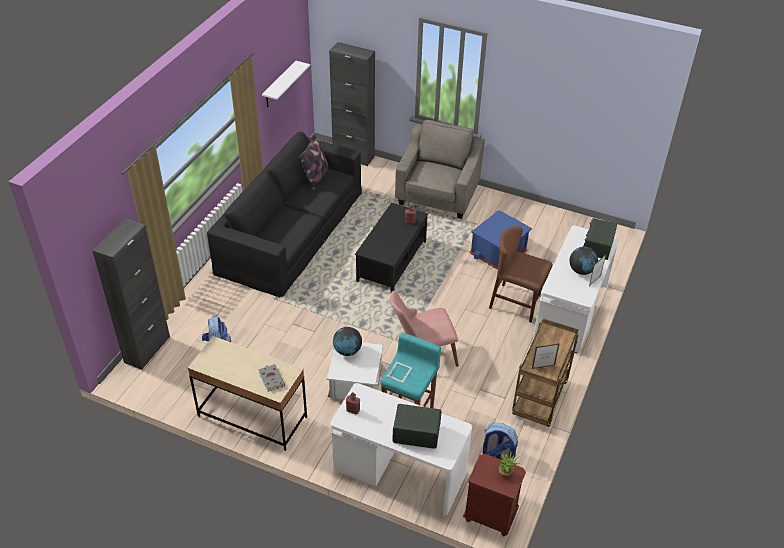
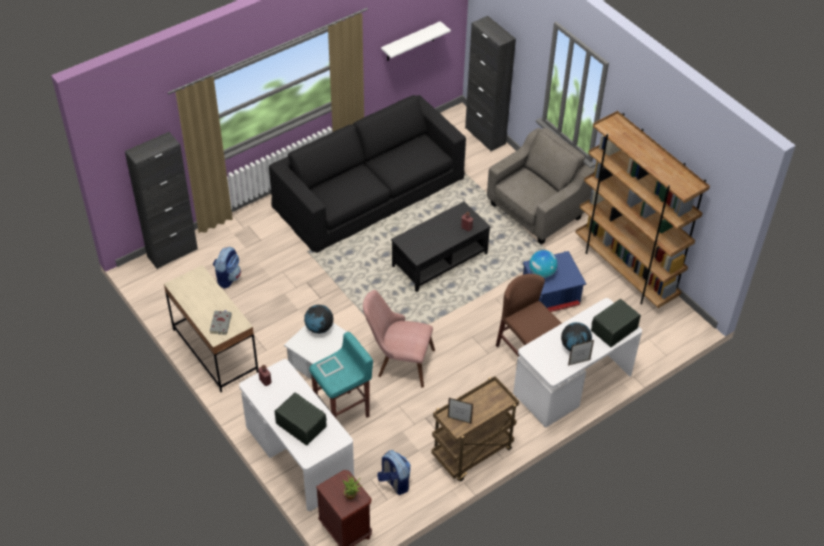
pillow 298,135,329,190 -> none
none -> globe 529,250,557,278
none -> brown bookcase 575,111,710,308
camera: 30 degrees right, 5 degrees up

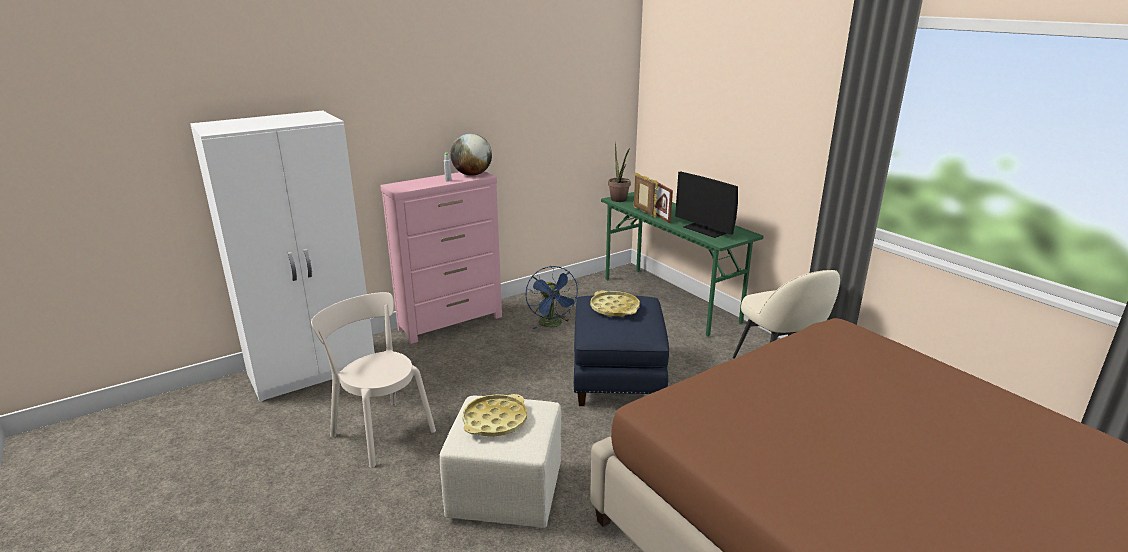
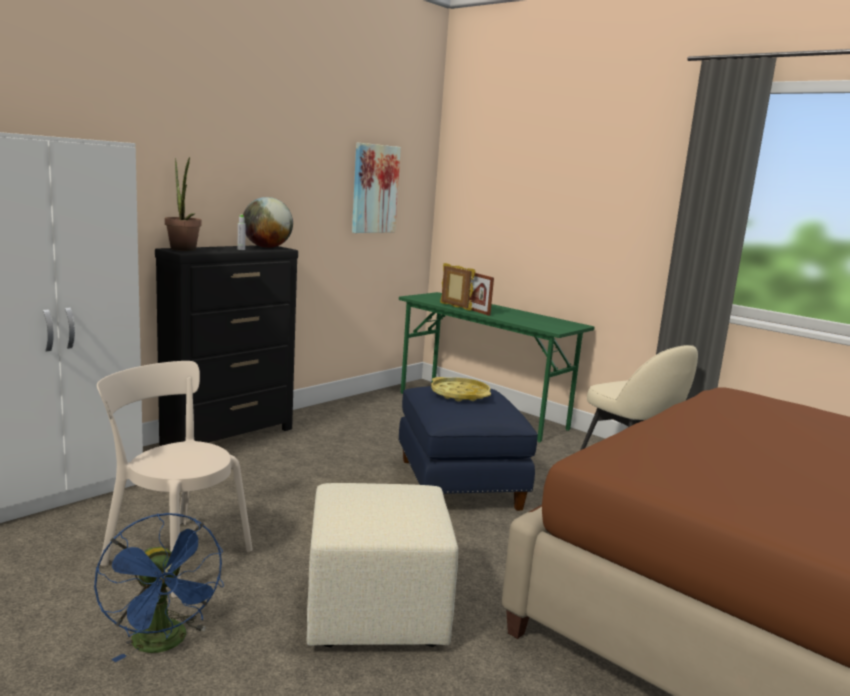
pink dresser 380,171,502,344 -> black dresser 155,245,298,446
yellow tray 462,394,527,437 -> none
blue fan 525,266,579,329 -> blue fan 94,513,224,662, relocated
potted plant 608,141,631,202 -> potted plant 165,157,201,251, relocated
monitor 675,171,738,238 -> none
none -> picture 352,143,401,233
camera: 15 degrees left, 10 degrees down

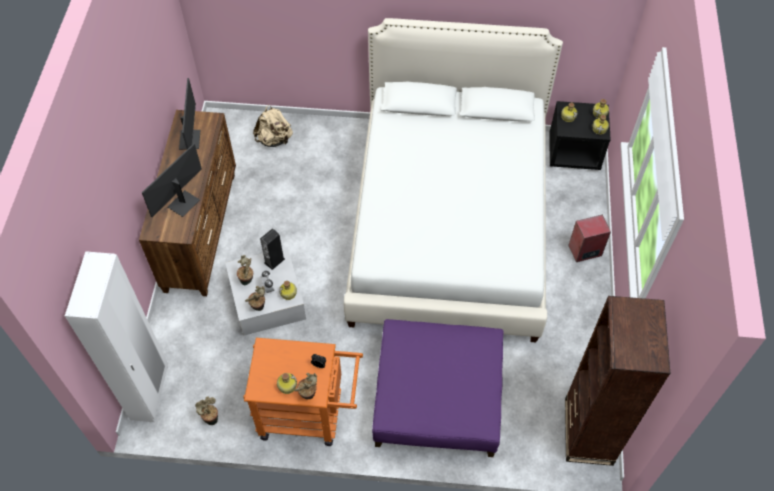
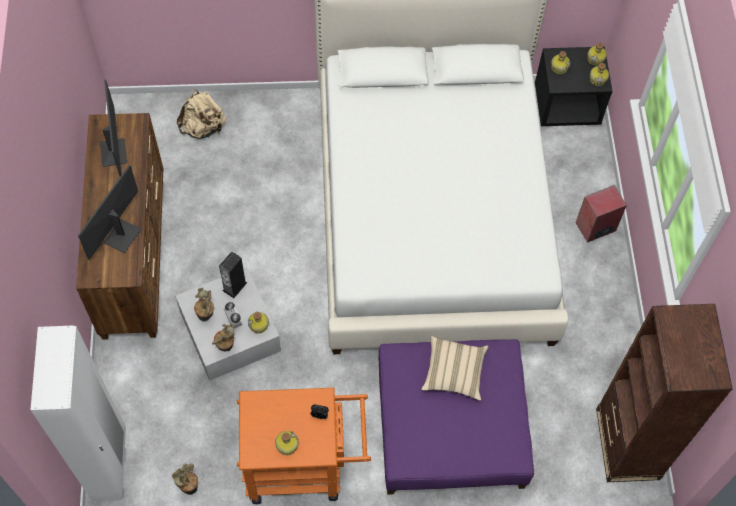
potted plant 294,373,317,399 -> none
none -> beige pillow 421,336,488,401
camera: 10 degrees left, 5 degrees up

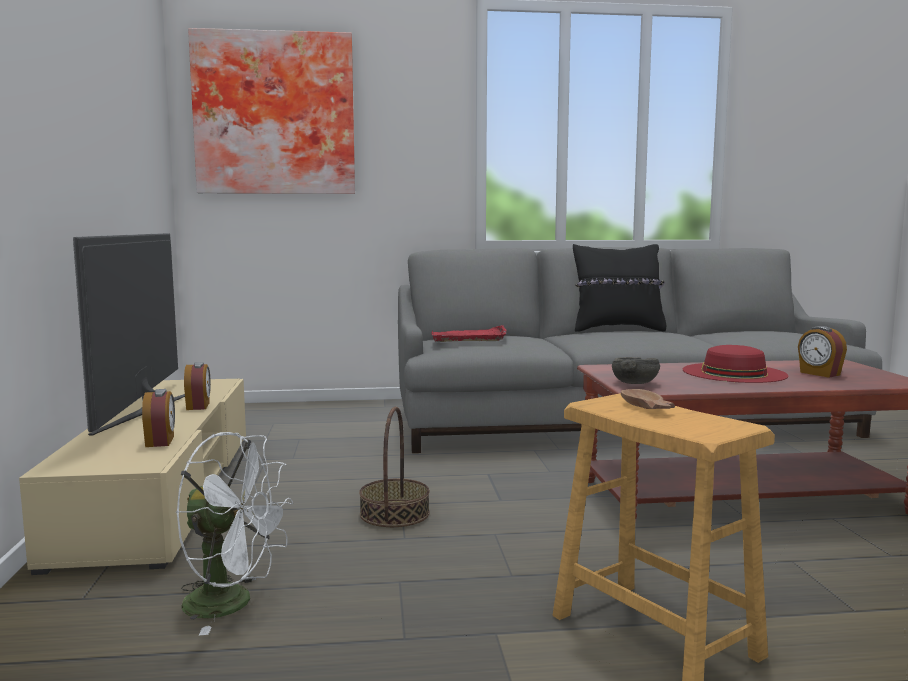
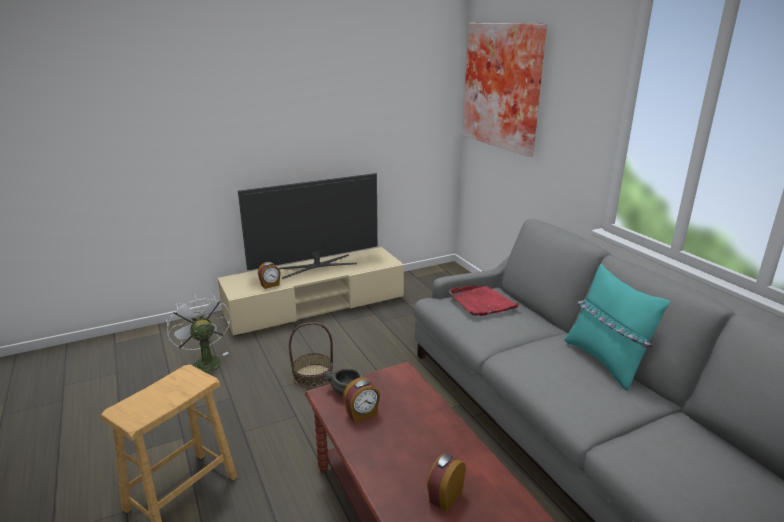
white fan 176,432,293,635 -> white fan 165,294,231,373, 150 degrees clockwise
alarm clock 184,362,211,410 -> alarm clock 343,377,380,423, relocated
black pillow 573,244,666,332 -> turquoise pillow 564,263,670,391
brown bowl 621,389,675,409 -> none
red hat 683,345,788,383 -> none
camera: 70 degrees right, 15 degrees up

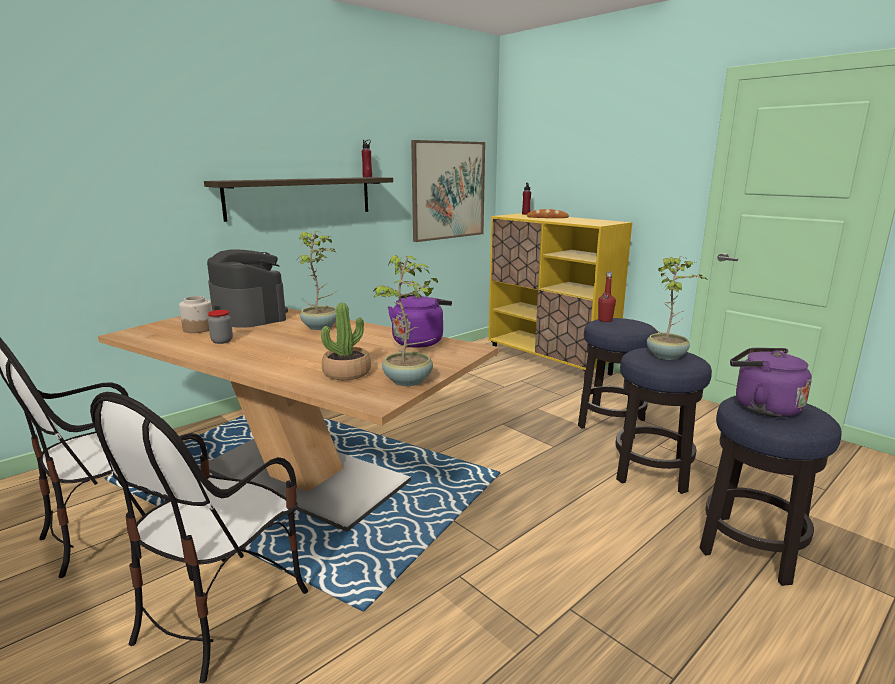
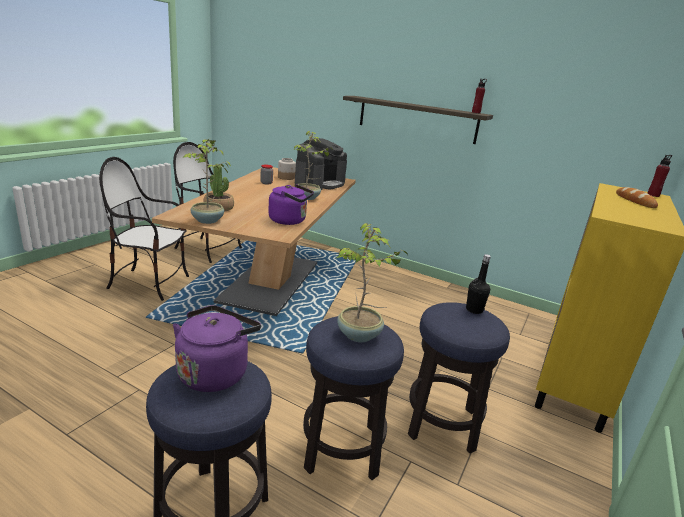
picture 411,140,485,242 -> none
red bottle 598,272,616,322 -> black bottle 466,254,491,314
camera: 70 degrees right, 5 degrees up

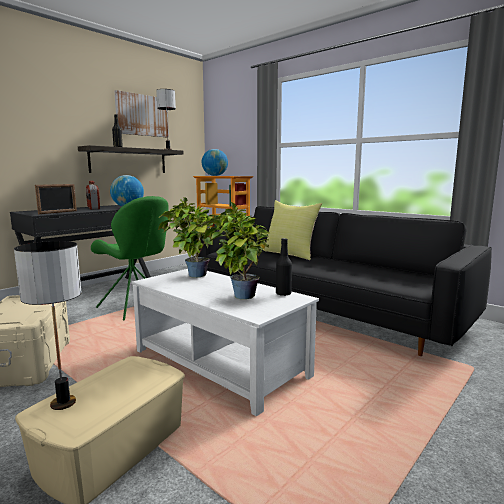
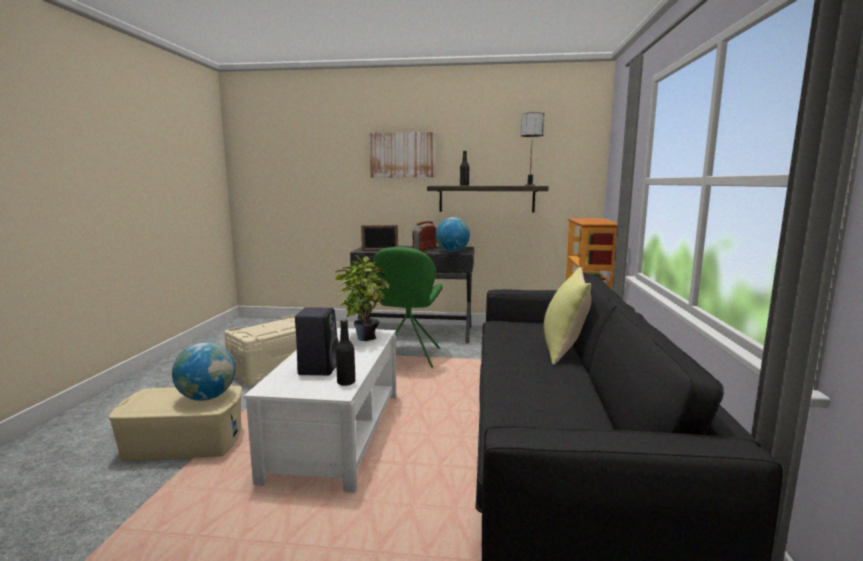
table lamp 14,241,82,410 -> none
picture 114,90,169,137 -> picture 369,132,436,178, relocated
potted plant 200,202,270,299 -> black speaker 295,307,339,375
globe 202,149,228,176 -> globe 172,342,235,401, relocated
camera: 55 degrees right, 0 degrees up

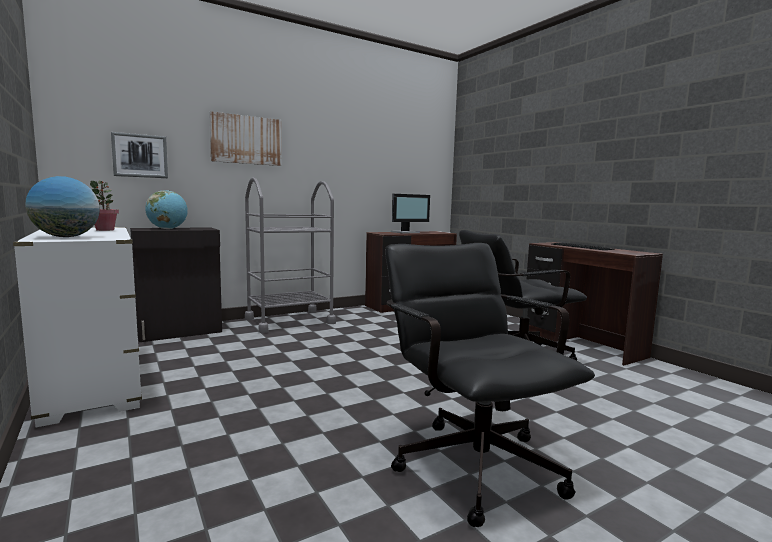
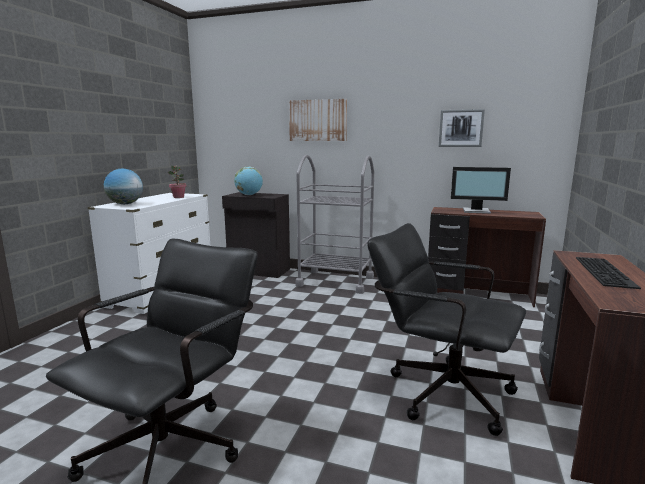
picture 111,132,168,178 -> picture 439,109,485,147, relocated
camera: 50 degrees right, 5 degrees up

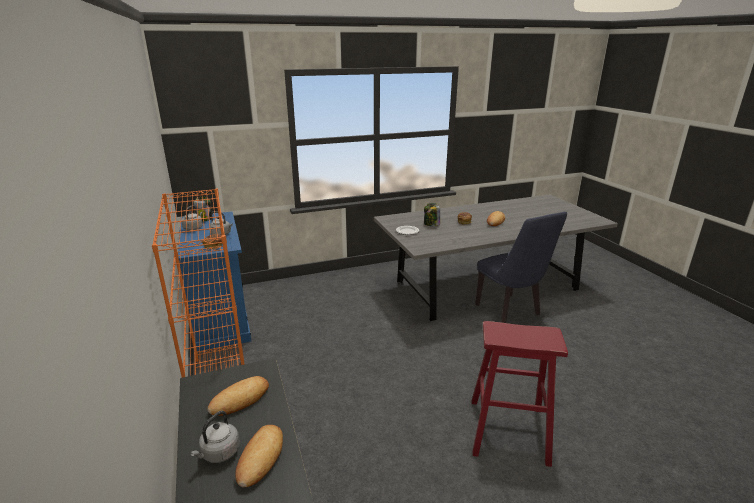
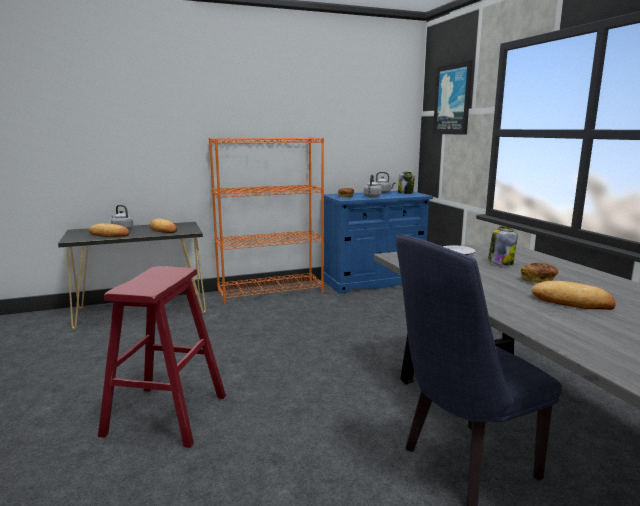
none -> picture 433,60,472,135
camera: 90 degrees right, 10 degrees down

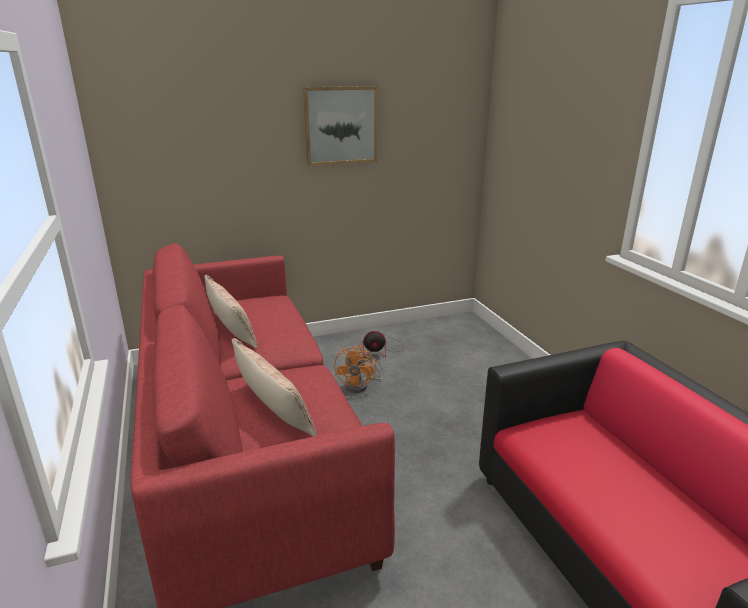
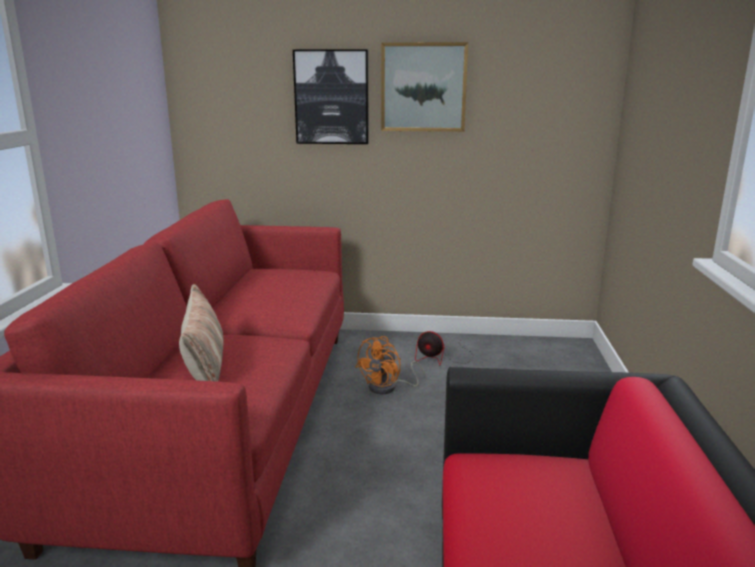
pillow 204,275,257,349 -> none
none -> picture 293,49,369,144
camera: 25 degrees right, 5 degrees down

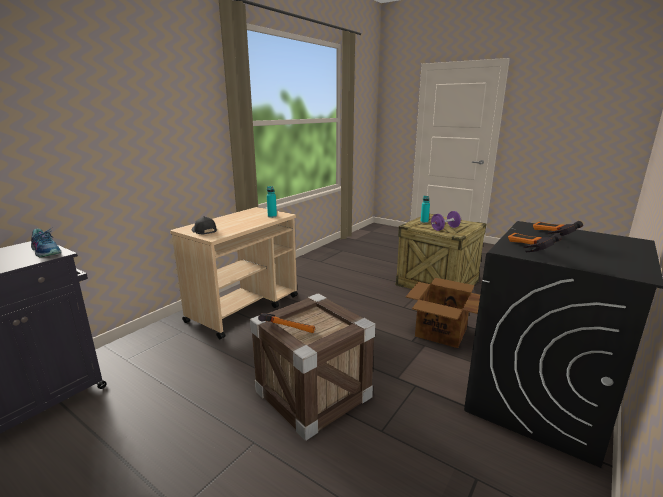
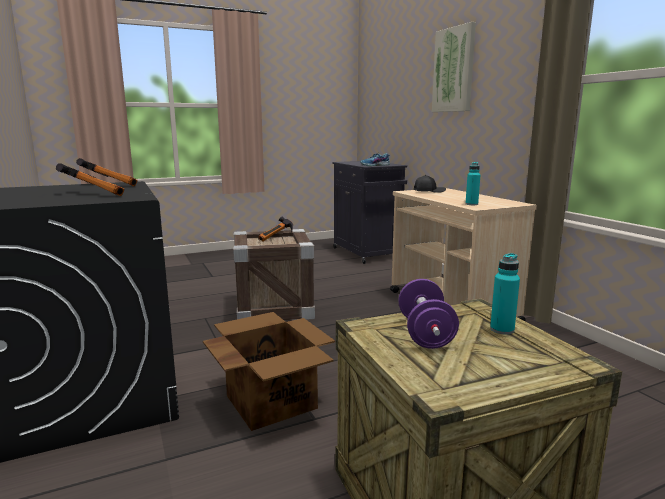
none -> picture 432,22,476,112
camera: 120 degrees right, 5 degrees down

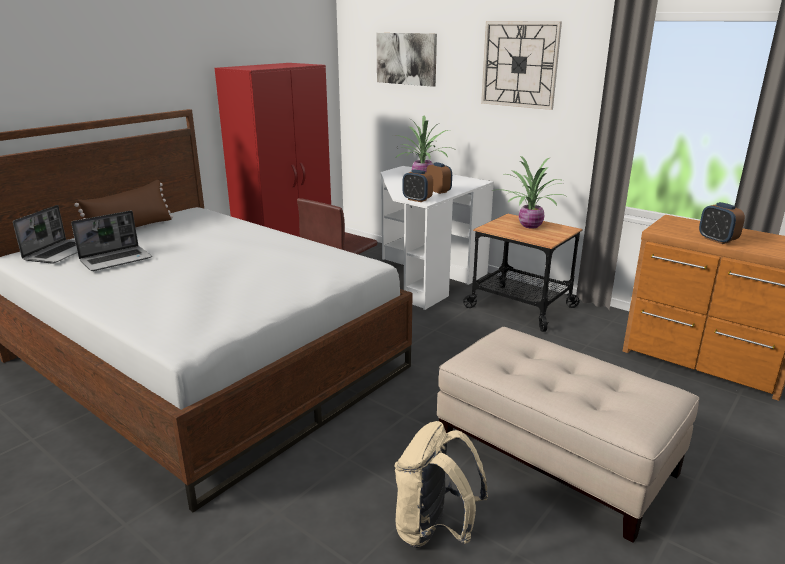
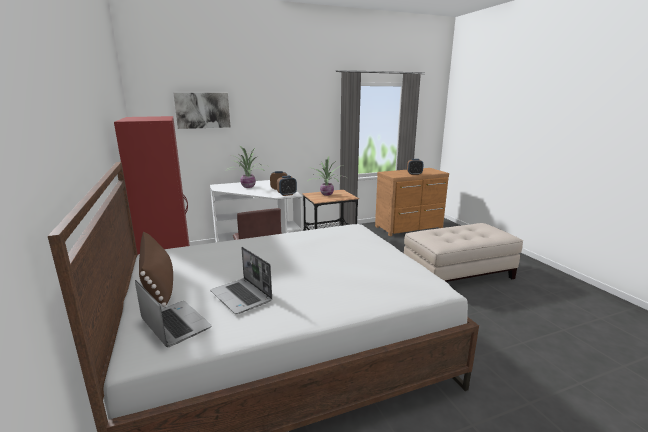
laptop 71,211,152,271 -> laptop 210,247,272,314, 150 degrees clockwise
beige backpack 394,421,488,548 -> none
wall clock 481,21,562,110 -> none
camera: 60 degrees left, 5 degrees down

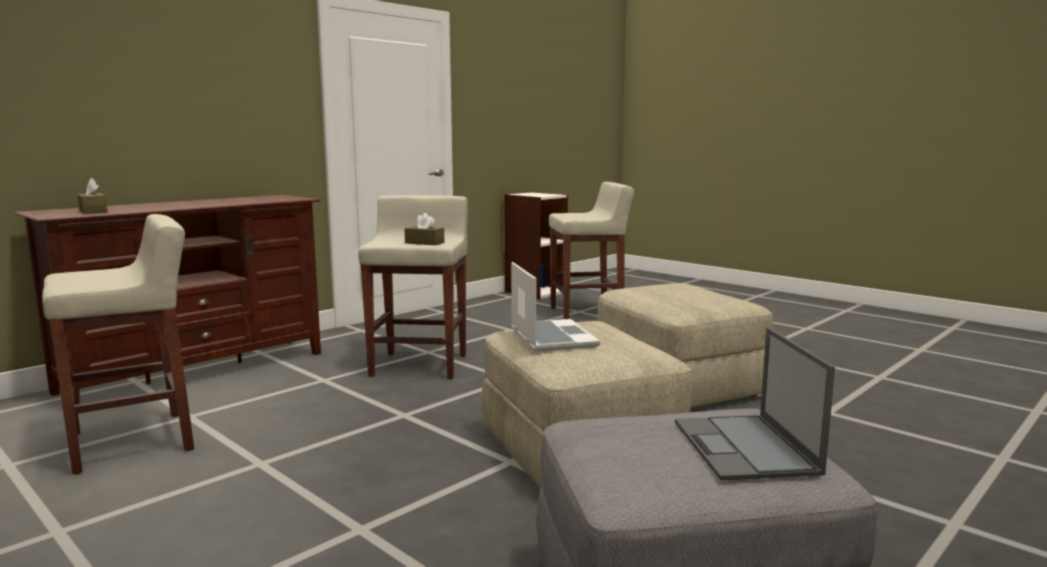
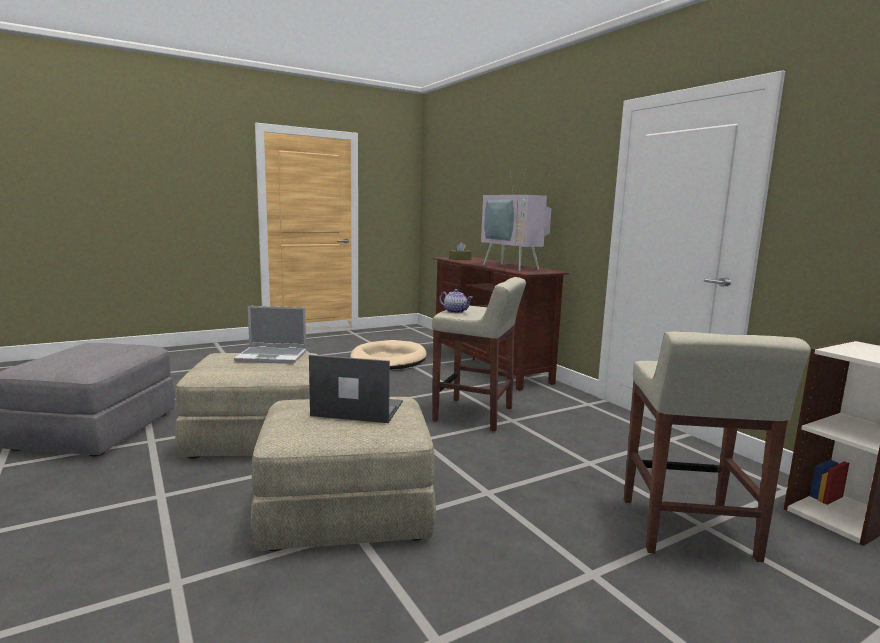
beige stool 42,214,194,474 -> beige dog bed 350,340,427,370
brown tissue box 404,213,444,245 -> teapot 439,289,473,313
laptop 675,328,835,481 -> laptop 309,355,403,423, relocated
none -> television 481,169,551,271
camera: 105 degrees right, 0 degrees up

